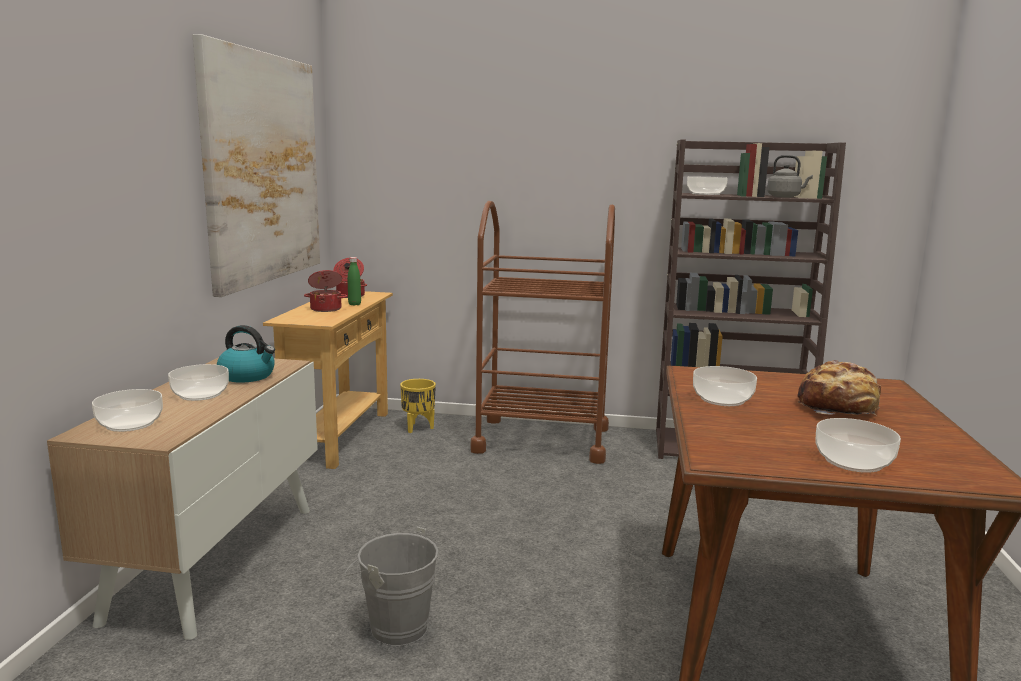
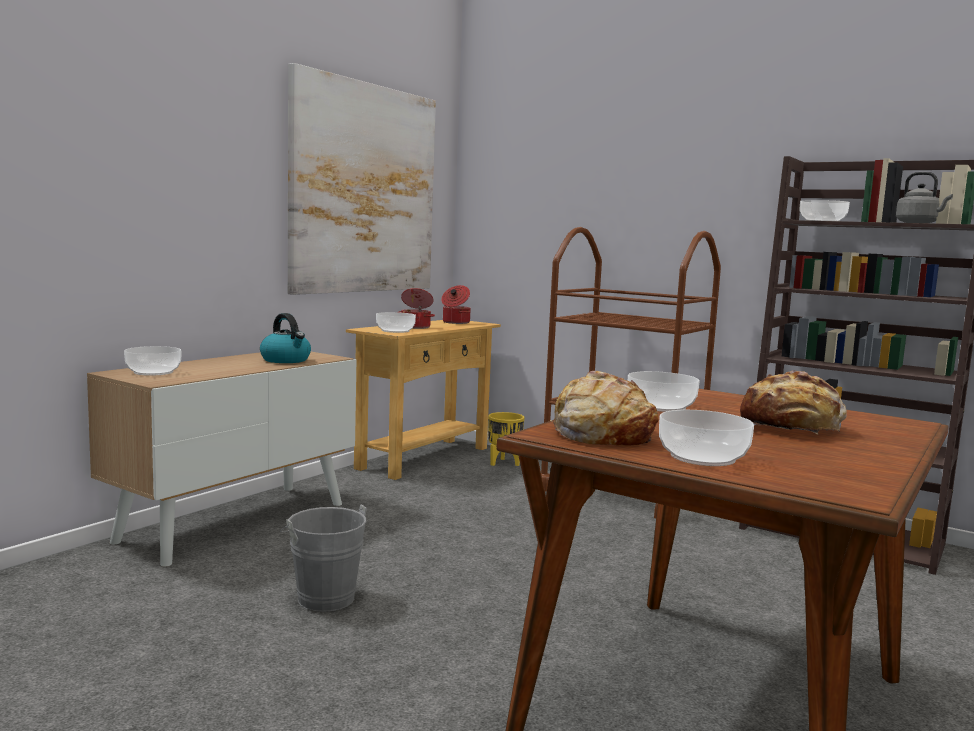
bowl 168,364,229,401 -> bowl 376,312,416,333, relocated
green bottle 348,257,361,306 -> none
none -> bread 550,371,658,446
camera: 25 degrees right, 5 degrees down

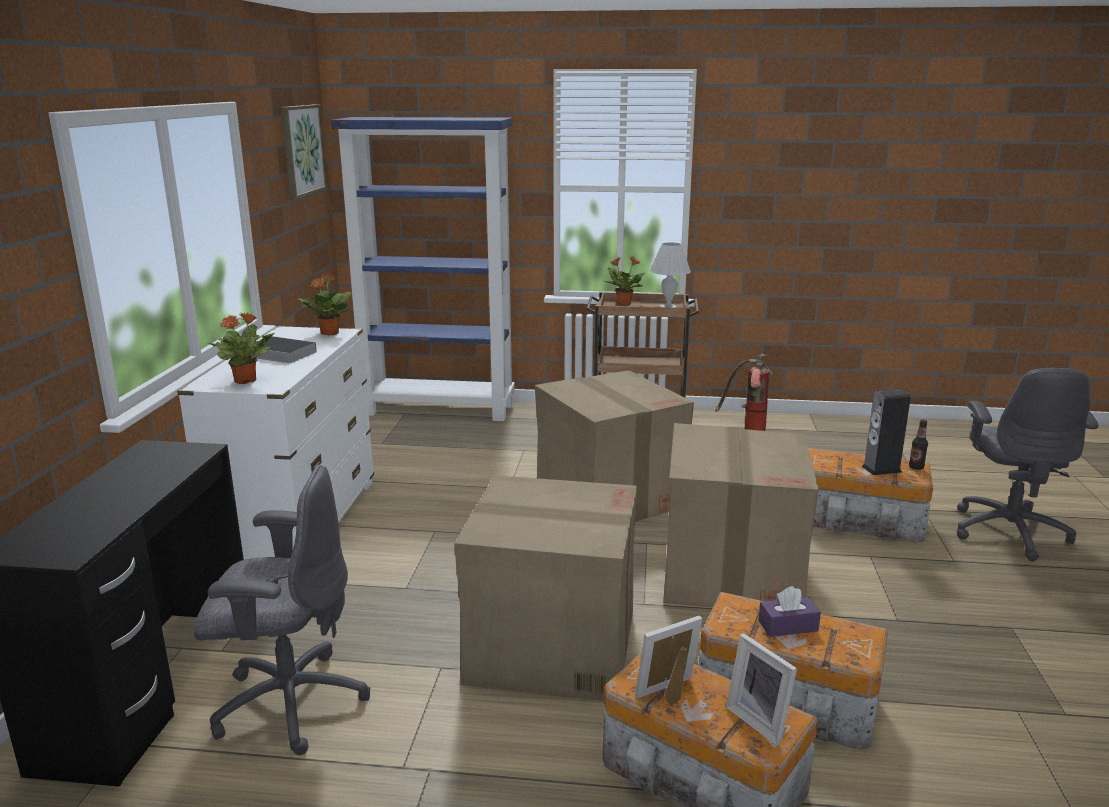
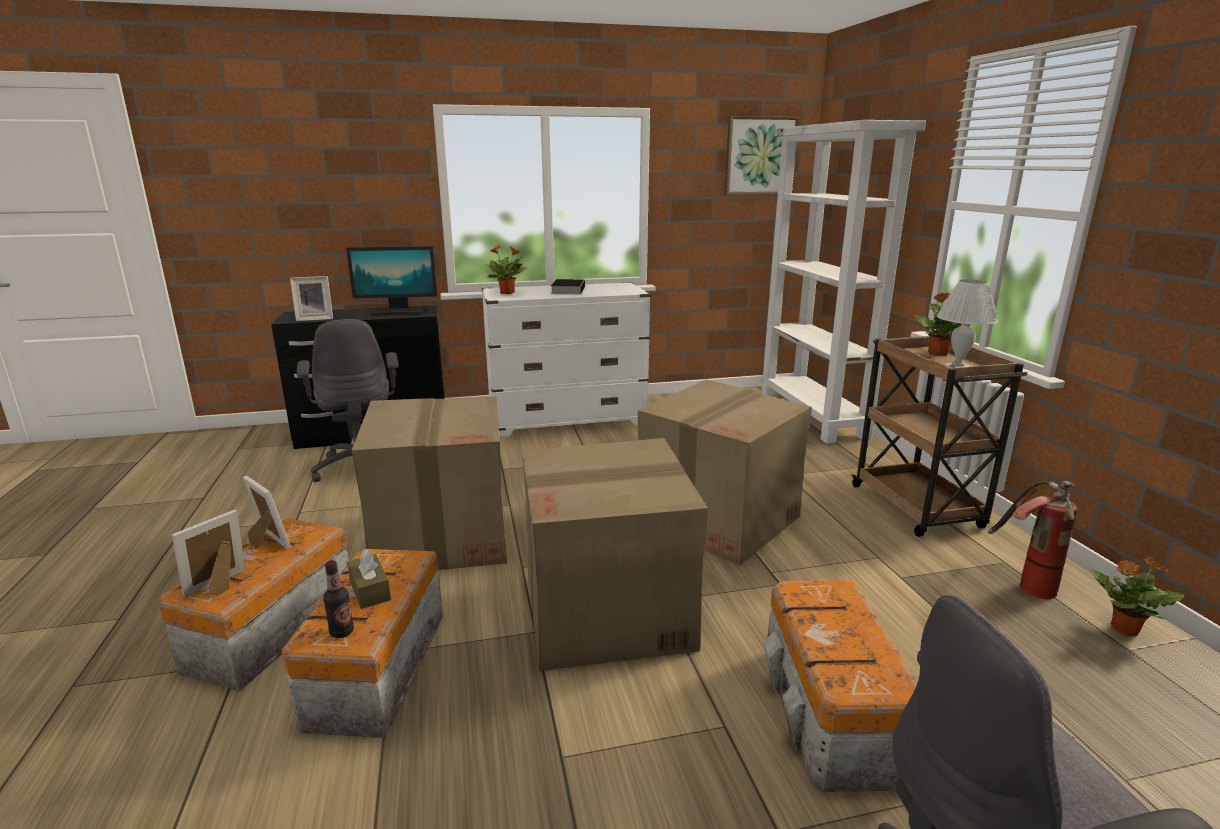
potted plant 298,274,351,335 -> potted plant 1092,557,1184,636, relocated
blue bookcase 331,117,515,421 -> white bookcase 760,120,926,444
purple tissue box 758,586,821,637 -> brown tissue box 347,549,391,609
speaker 861,389,911,475 -> none
bottle 909,419,928,470 -> bottle 323,560,354,638, relocated
none -> picture frame 290,276,333,321
none -> monitor 346,246,437,316
camera: 70 degrees right, 0 degrees up

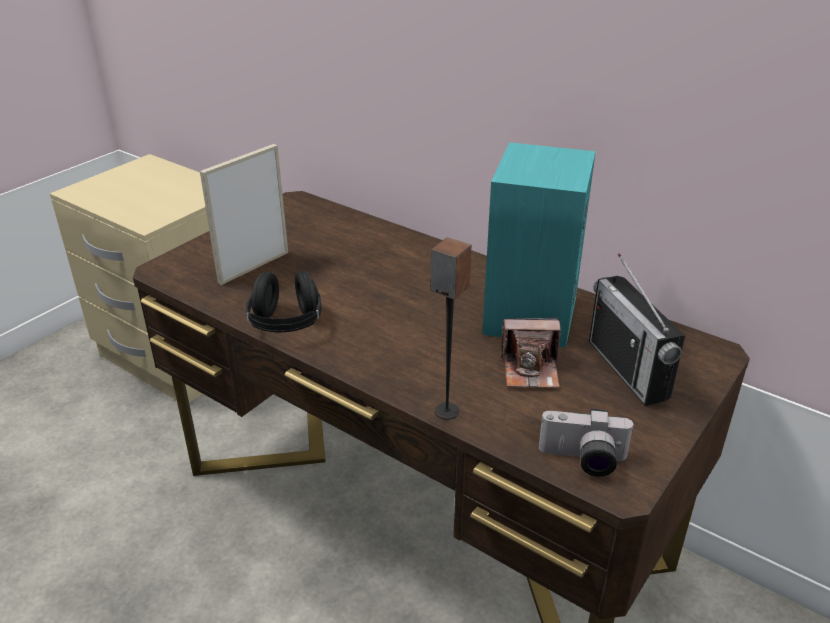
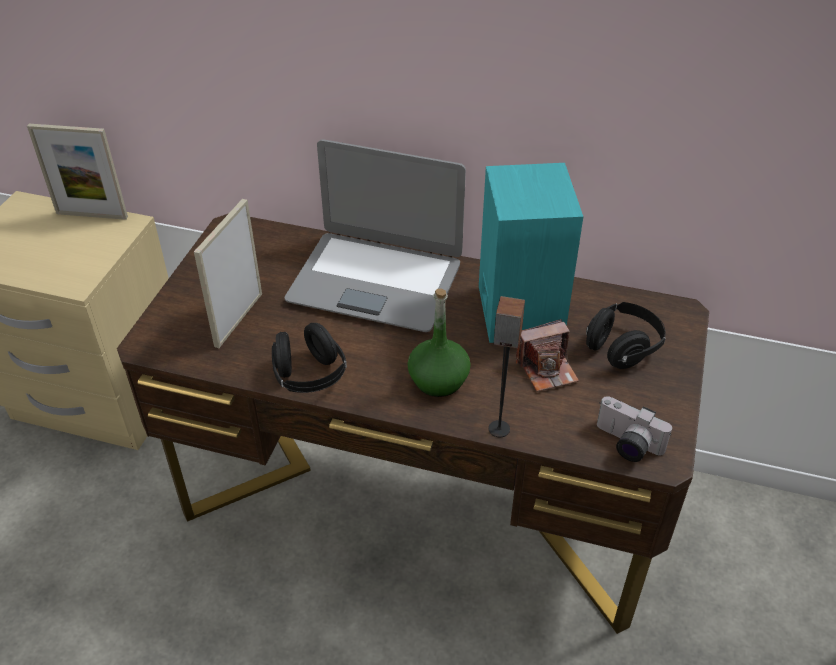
photo camera 539,409,635,477 -> photo camera 597,396,672,462, 45 degrees clockwise
radio 589,254,685,406 -> black headphones 586,302,666,369
none -> picture frame 27,124,128,220
none -> laptop 284,139,466,332
none -> green bottle 407,289,471,397
camera: 20 degrees left, 10 degrees up

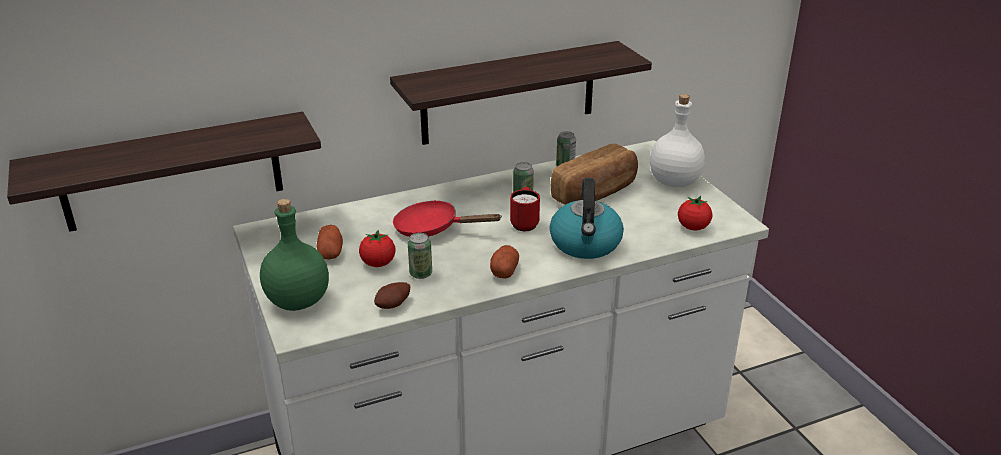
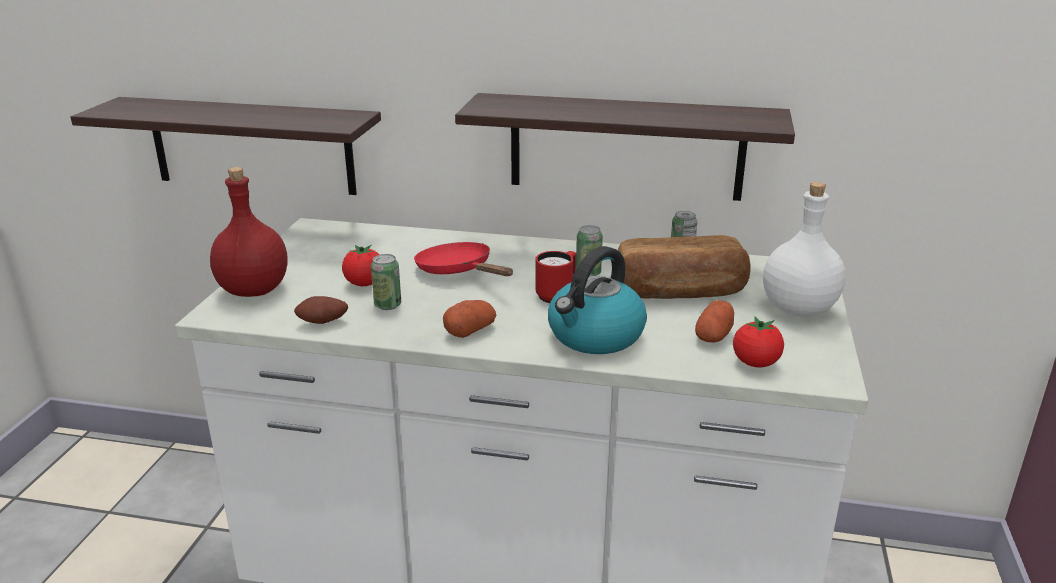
green bottle 260,199,329,311 -> red bottle 210,167,287,297
potato 317,225,343,259 -> potato 695,300,734,343, relocated
camera: 35 degrees right, 5 degrees down

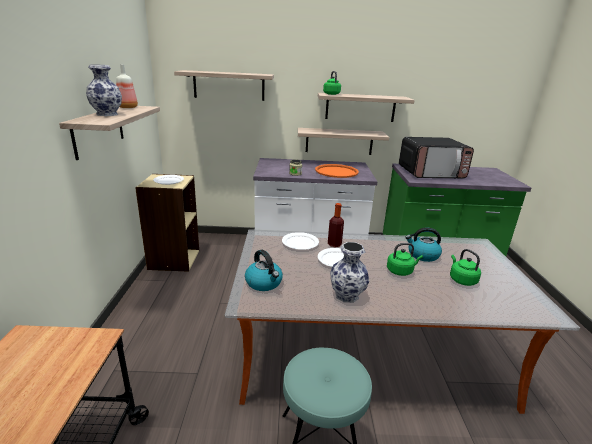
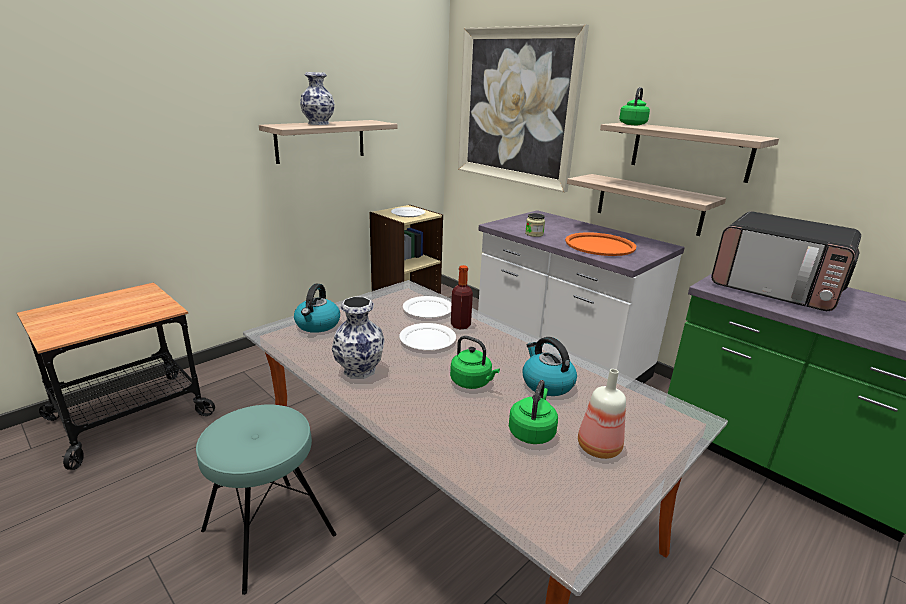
bottle 116,64,138,108 -> bottle 578,369,626,459, relocated
shelf 174,70,274,101 -> picture 458,24,589,192
camera: 45 degrees right, 0 degrees up

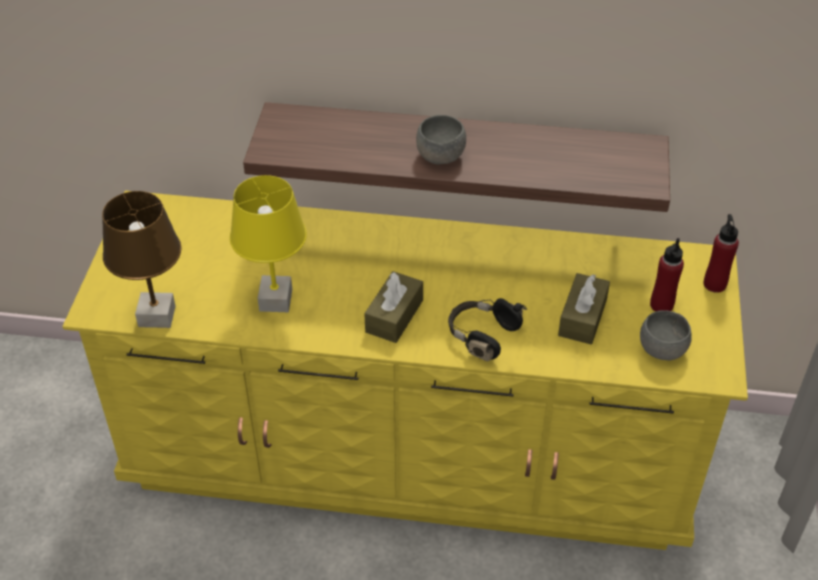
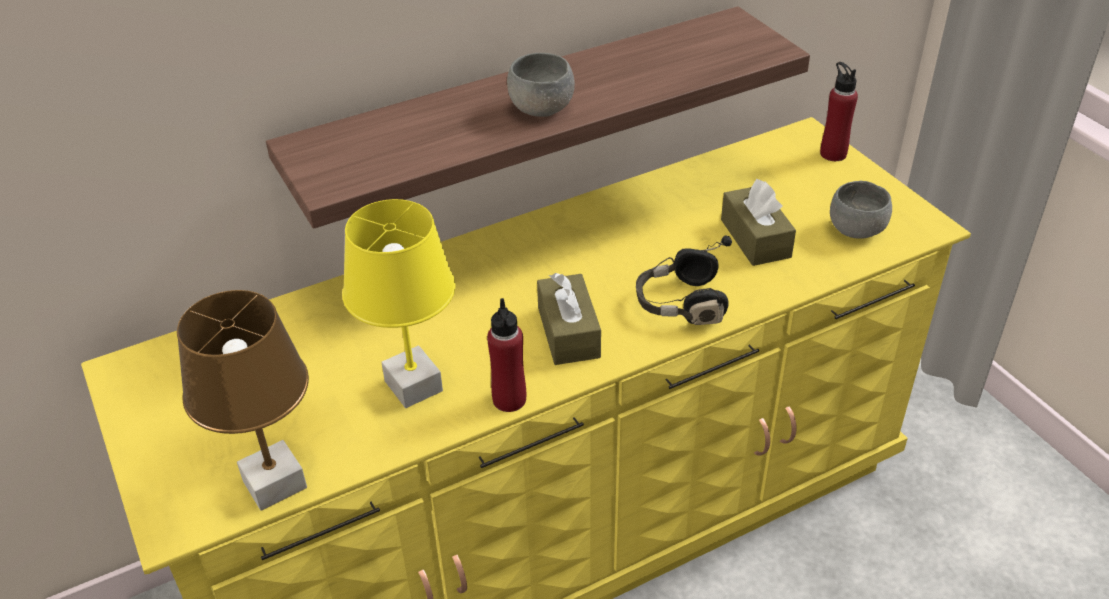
red bottle 650,238,684,312 -> red bottle 487,298,526,412, relocated
camera: 35 degrees left, 5 degrees down

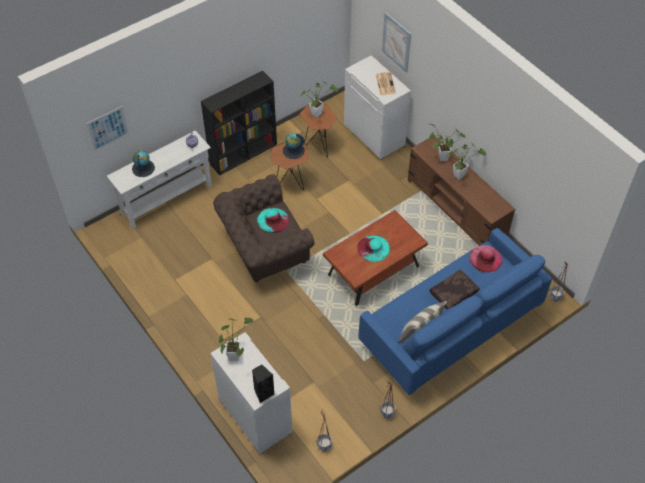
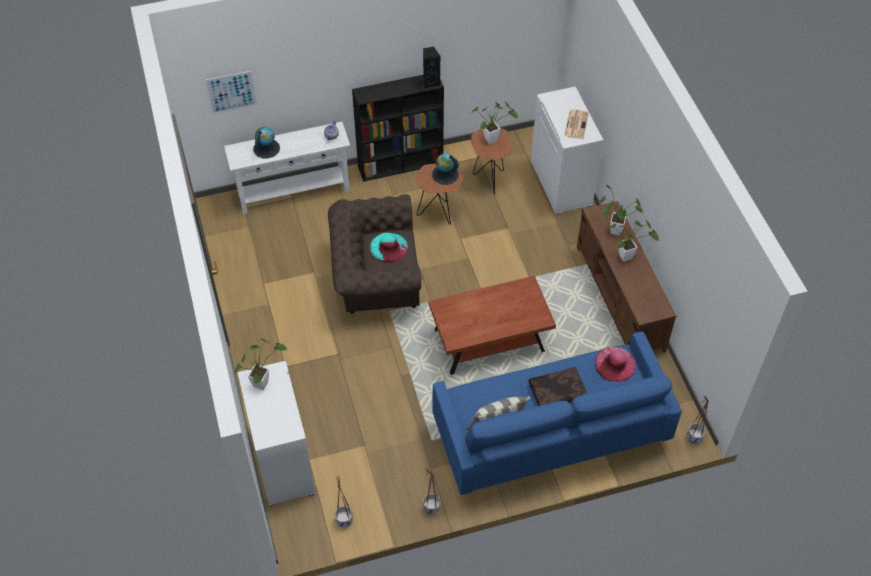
black speaker 252,365,274,403 -> black speaker 423,47,440,89, relocated
turquoise hat 357,235,390,262 -> none
picture 382,12,411,73 -> none
camera: 20 degrees right, 0 degrees up

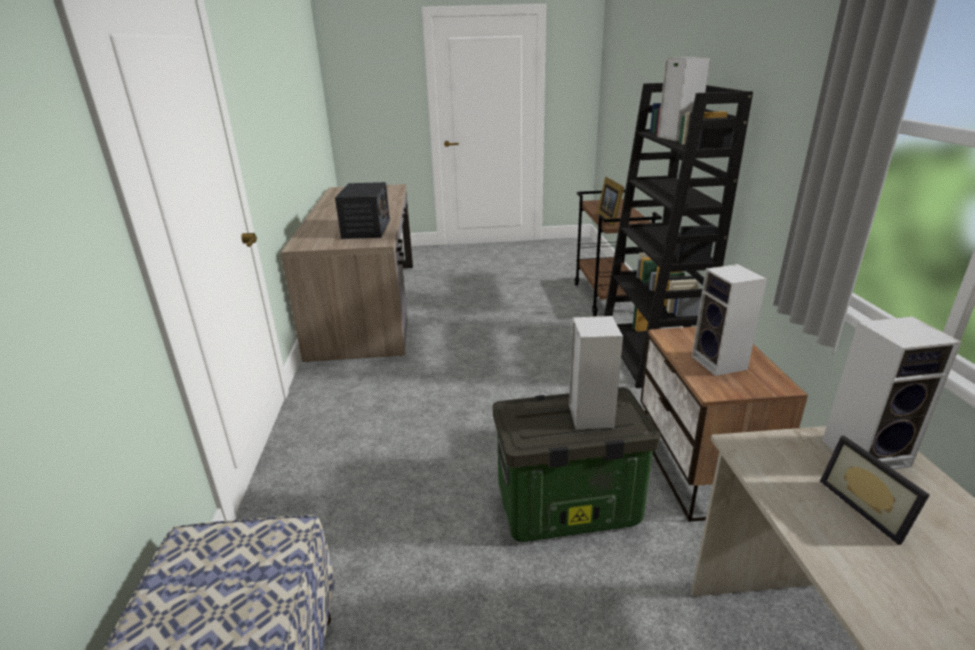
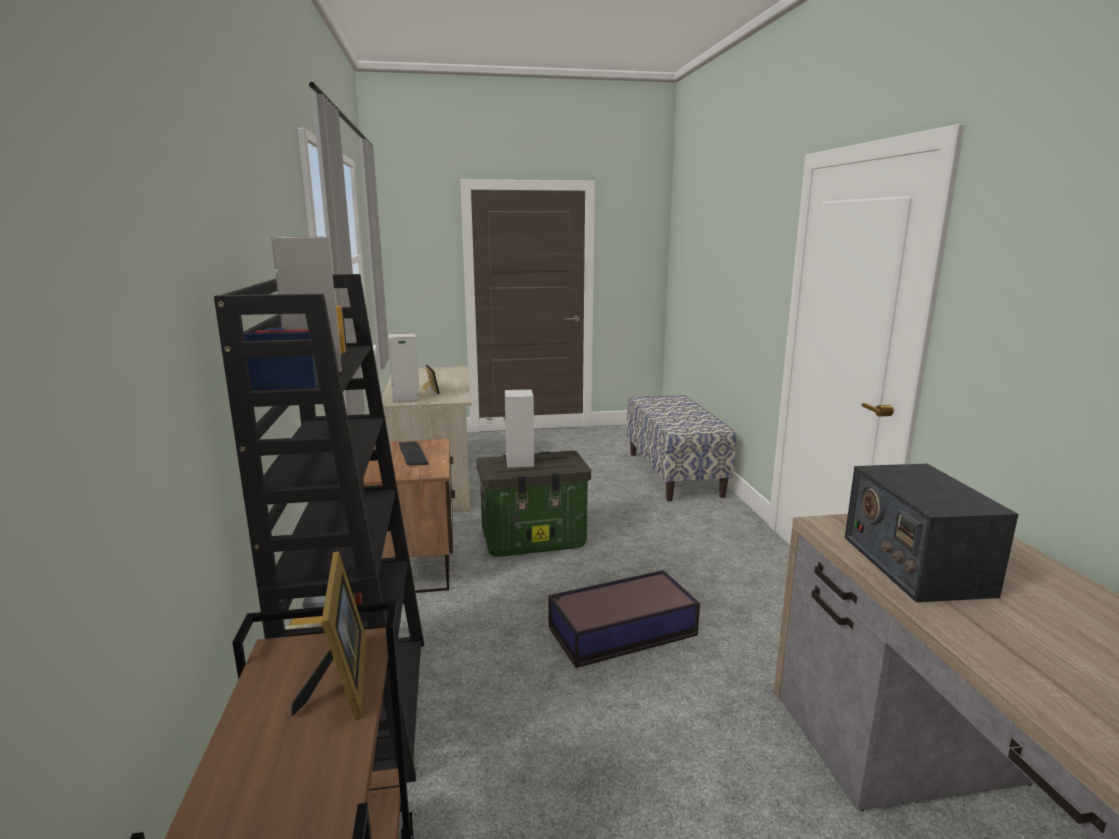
speaker 692,264,767,376 -> keyboard 399,442,429,465
none -> storage box 548,570,700,668
camera: 175 degrees right, 10 degrees down

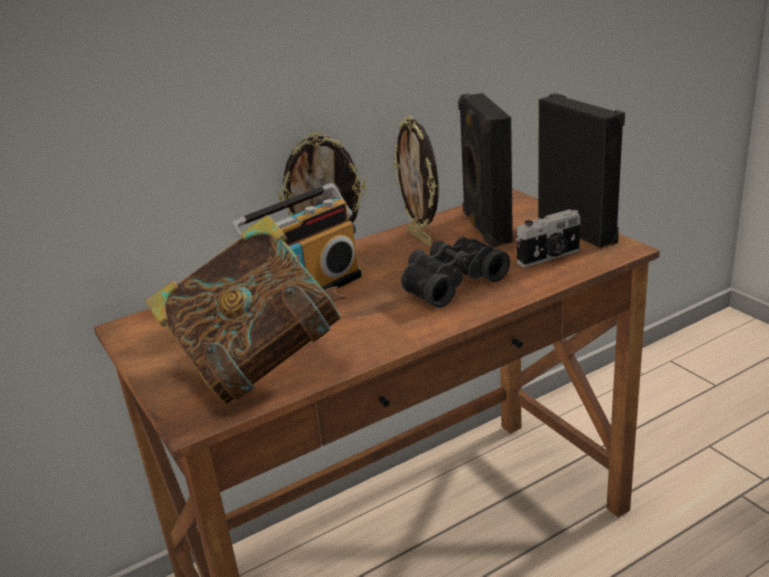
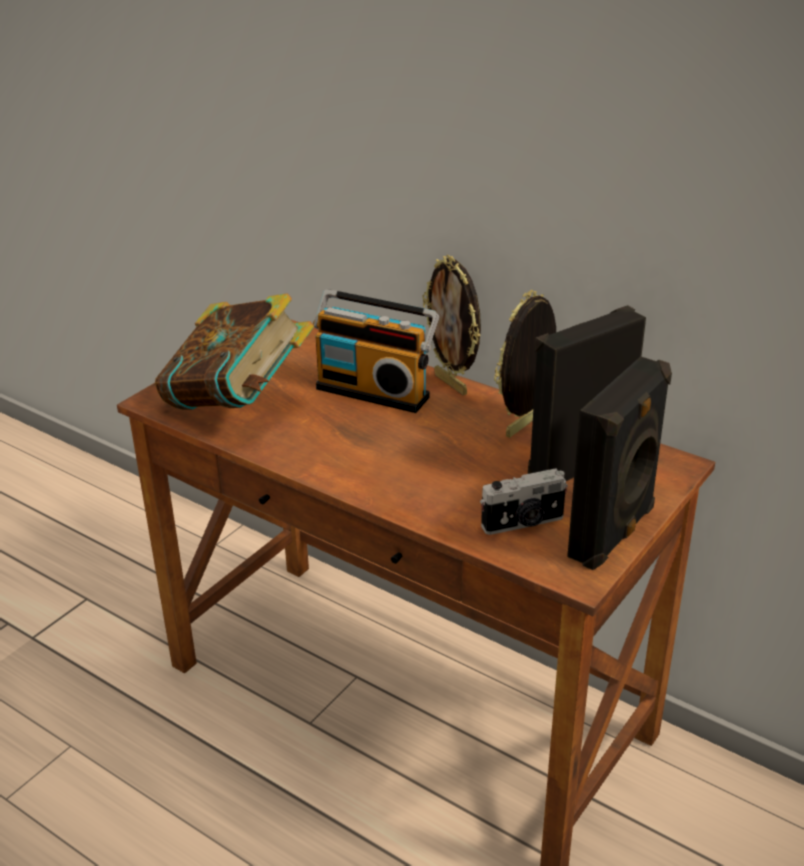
black binoculars 401,237,510,308 -> none
photo camera 516,209,581,267 -> photo camera 480,468,568,535, 60 degrees counterclockwise
camera: 65 degrees right, 5 degrees up

